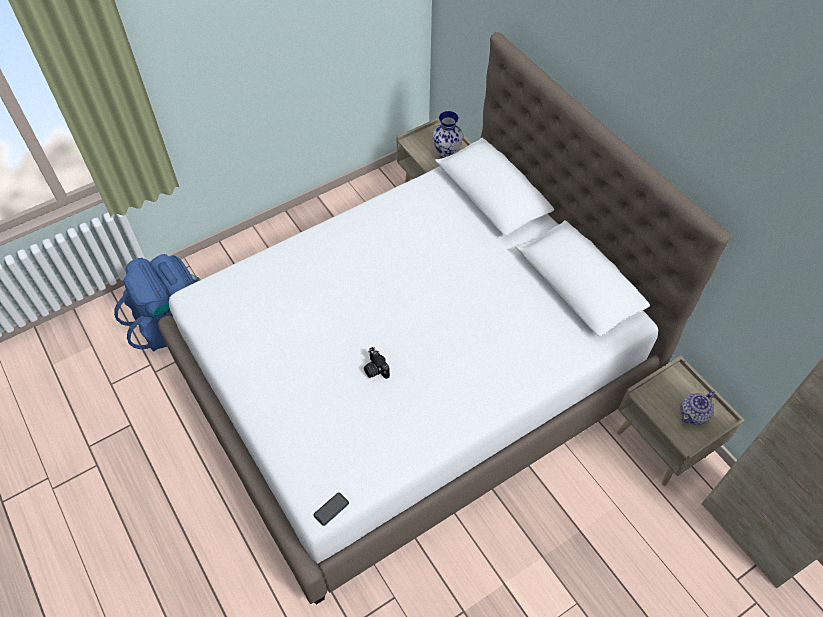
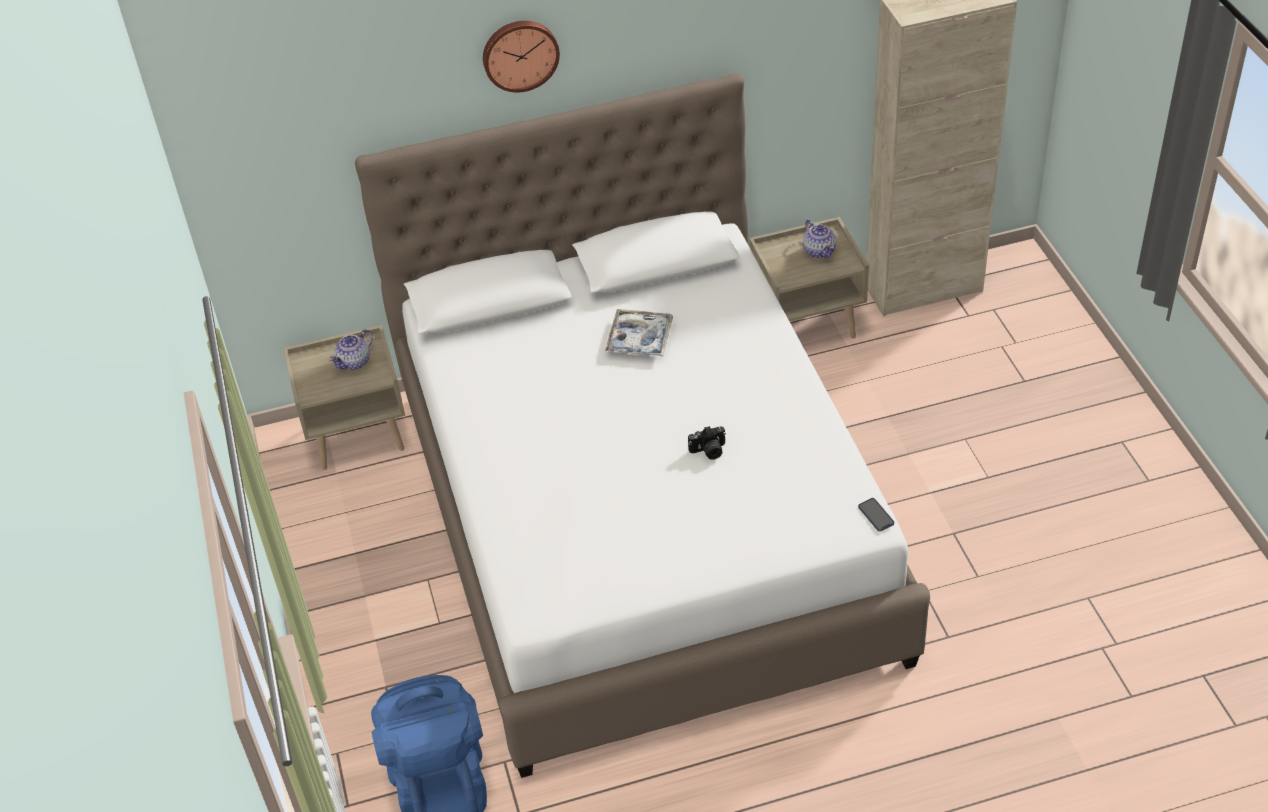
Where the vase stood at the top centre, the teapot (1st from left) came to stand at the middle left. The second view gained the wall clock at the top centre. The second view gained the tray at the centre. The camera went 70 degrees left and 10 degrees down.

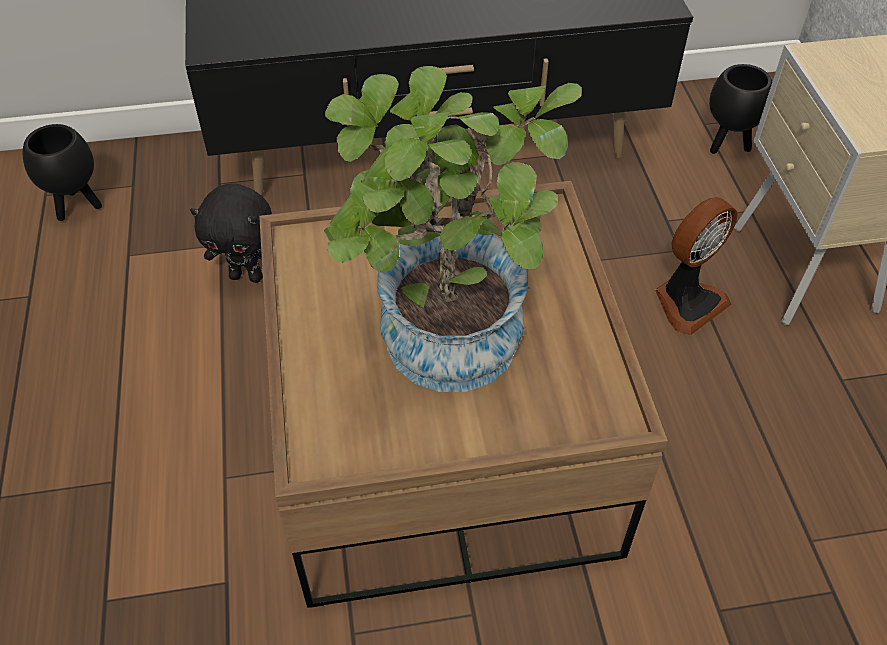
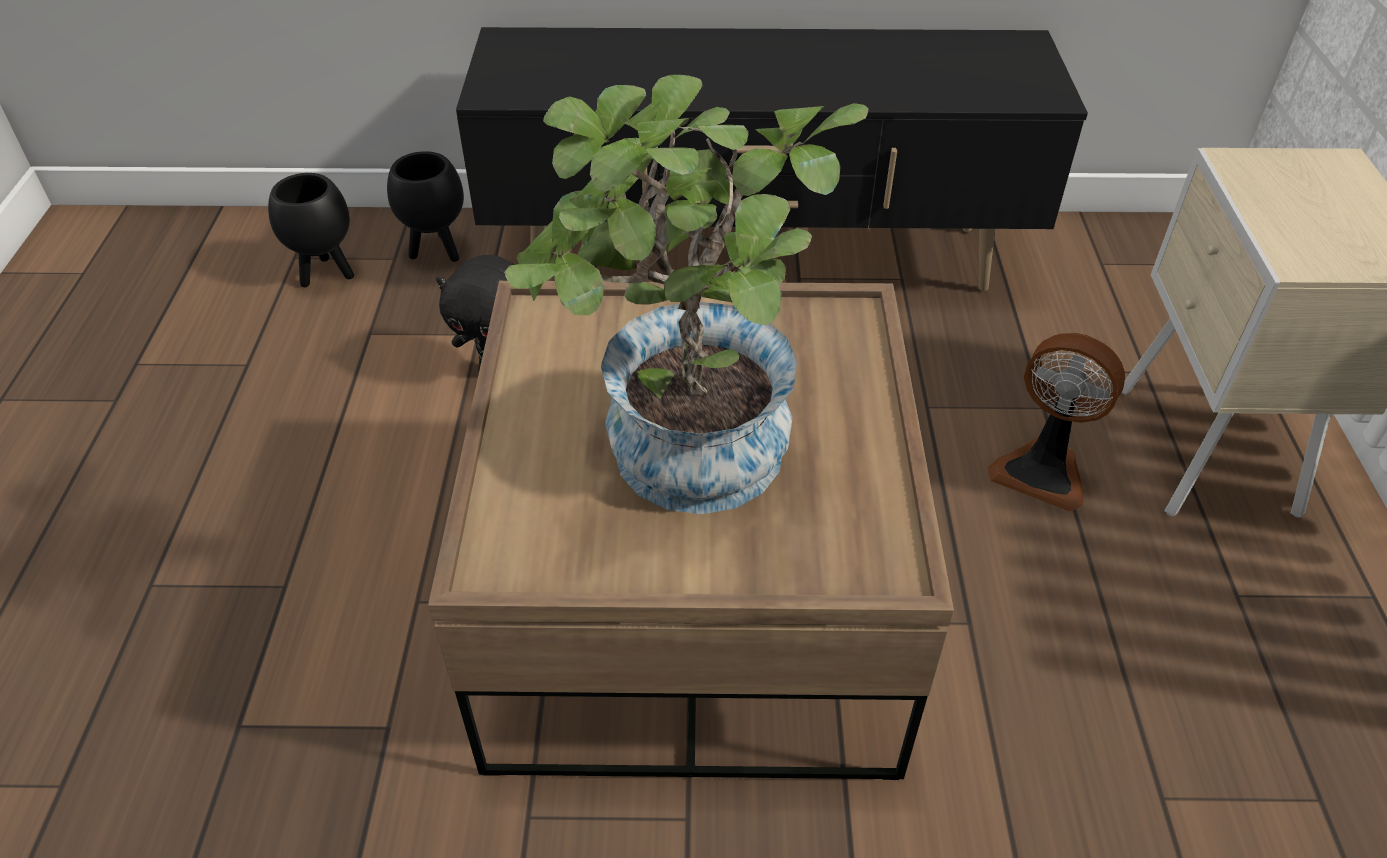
The planter/black (2nd from left) ended up elsewhere, having gone from the top right to the top left. The fan at the middle right ended up facing another way, 60 degrees clockwise from before. The camera went 10 degrees right and 5 degrees down.

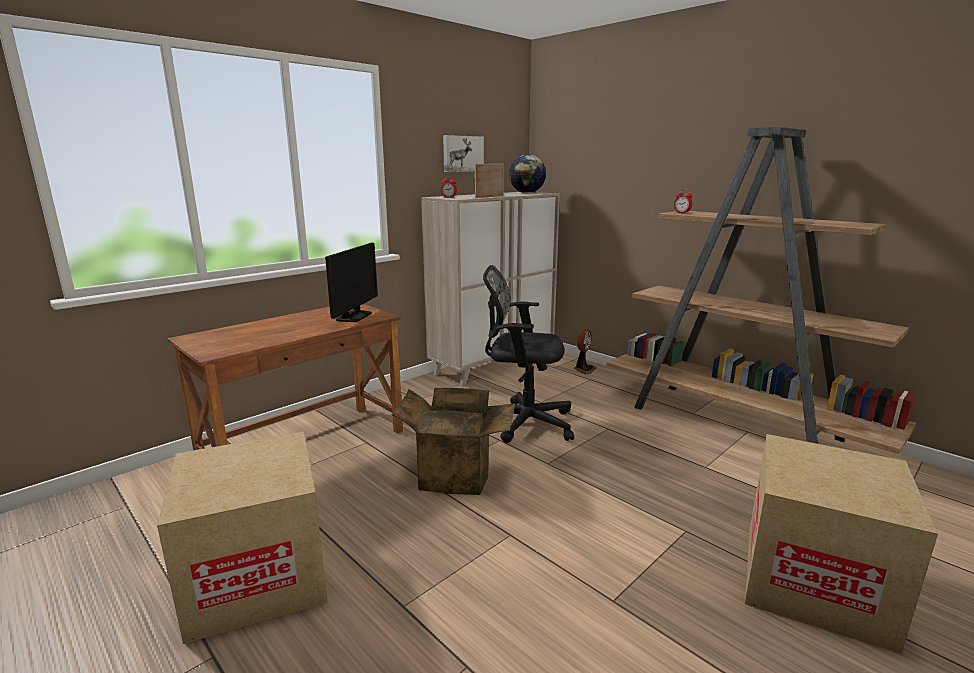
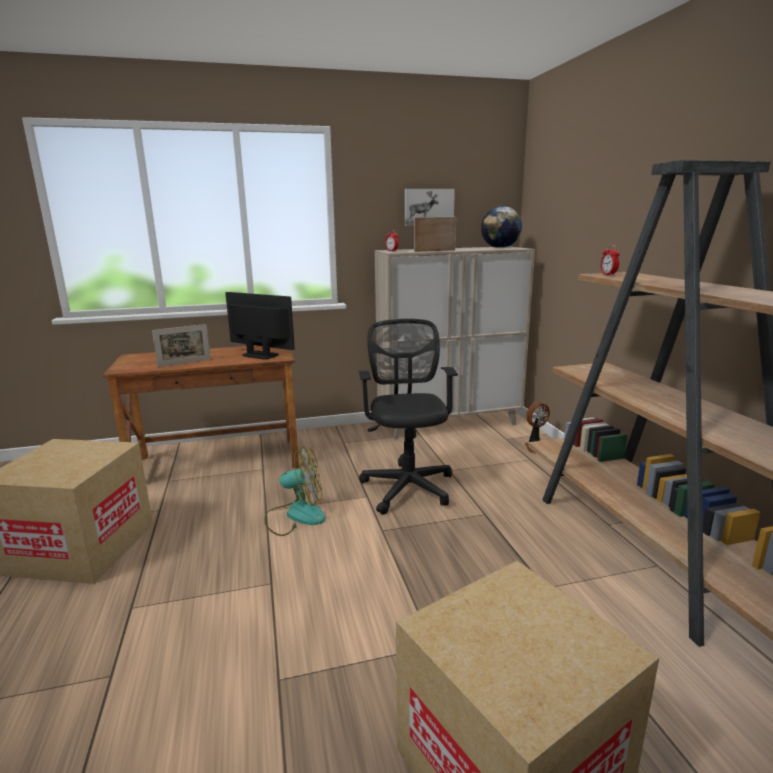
The second view gained the picture frame (1st from left) at the middle left. The monitor at the centre ended up facing another way, 105 degrees counterclockwise from before. Where the cardboard box (2nd from left) stood at the centre, the fan (1st from left) came to stand at the centre. The office chair/black at the centre ended up facing another way, 45 degrees clockwise from before. The camera went 30 degrees right and 0 degrees up.

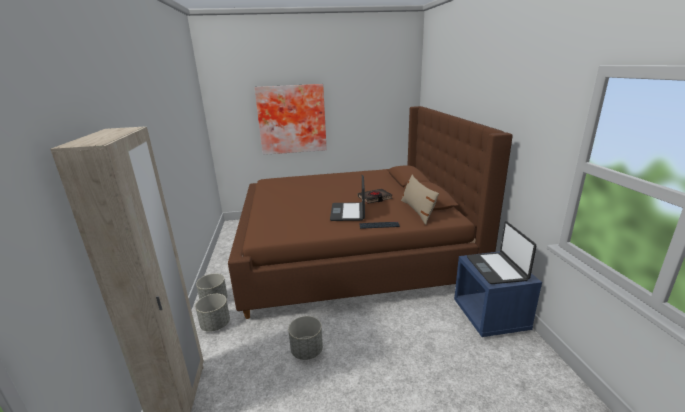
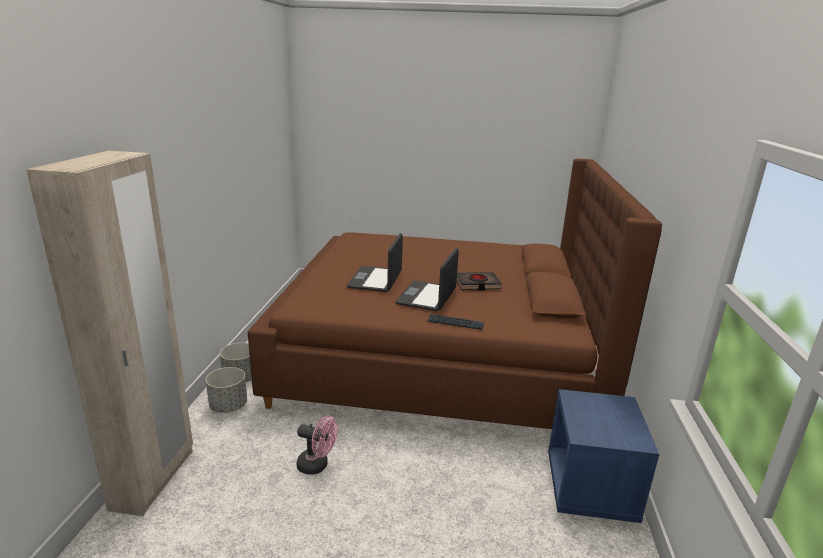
Where the planter/grey (3rd from left) stood at the bottom centre, the fan/pink came to stand at the bottom centre. The laptop (2nd from left in the first image) ended up elsewhere, having gone from the middle right to the centre. The second view lost the picture at the top centre. The second view lost the pillow/beige at the centre. The camera went 15 degrees right and 0 degrees up.

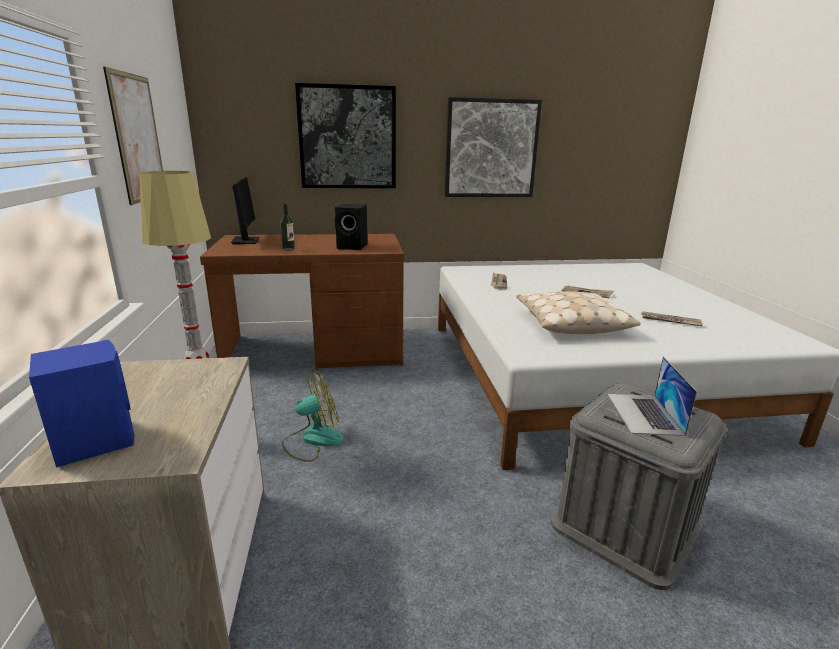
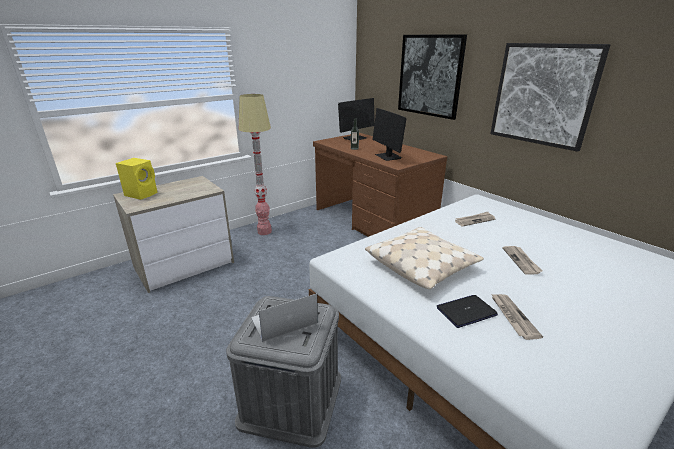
What was the speaker/blue at the middle left turned into the speaker/yellow at the middle left. Where the speaker/black stood at the centre, the monitor (2nd from left) came to stand at the top centre. The second view gained the laptop (2nd from left) at the bottom right. The second view lost the picture (1st from left) at the top left. The second view lost the fan at the centre. The camera went 60 degrees right and 5 degrees up.

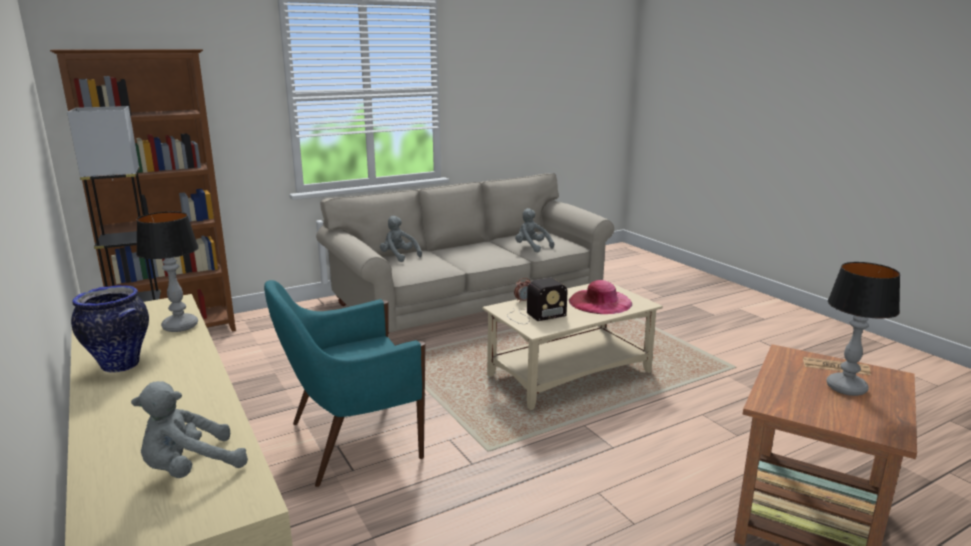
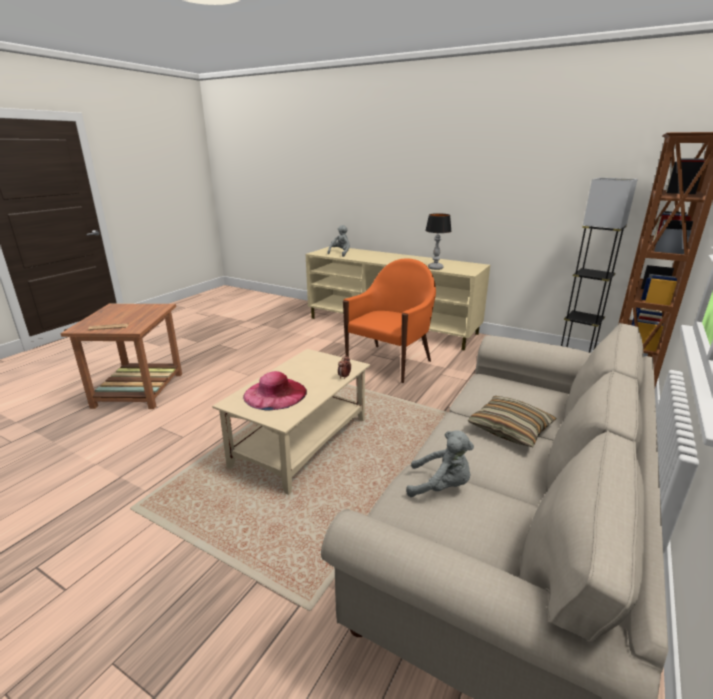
What was the armchair/turquoise at the bottom centre turned into the armchair/orange at the centre. The second view gained the pillow at the middle right. The second view lost the vase at the middle left. The second view lost the plush toy/grey (2nd from left) at the centre. The second view lost the radio at the centre. The second view lost the table lamp (2nd from left) at the middle right. The camera went 150 degrees right and 5 degrees up.

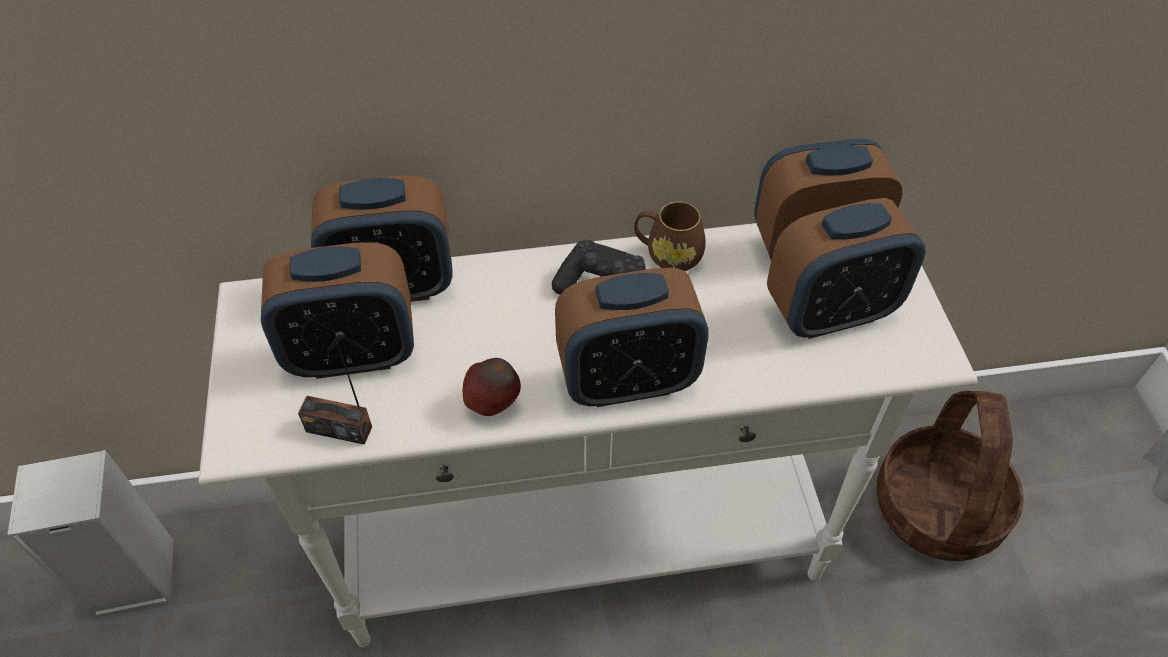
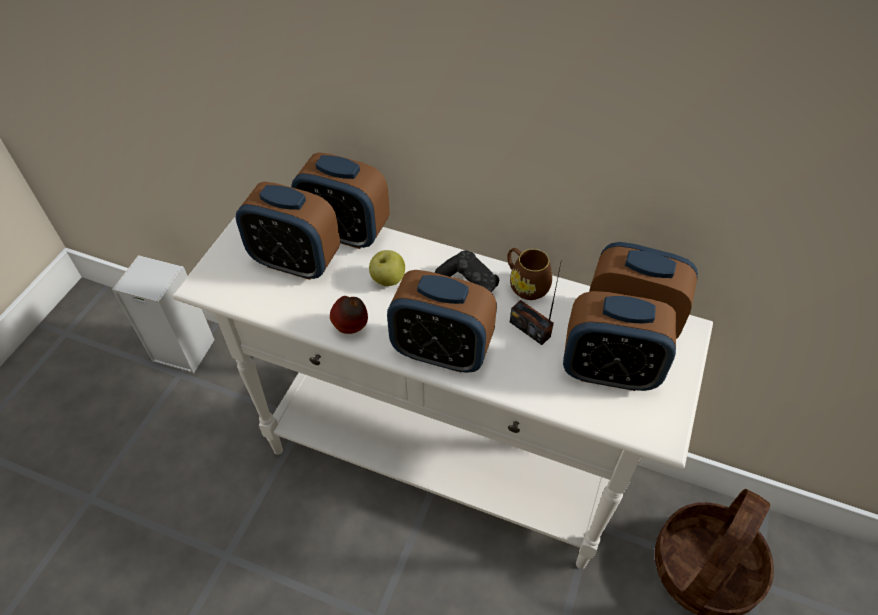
The second view gained the apple (2nd from left) at the centre. The radio ended up elsewhere, having gone from the middle left to the centre. The camera went 30 degrees right and 0 degrees up.

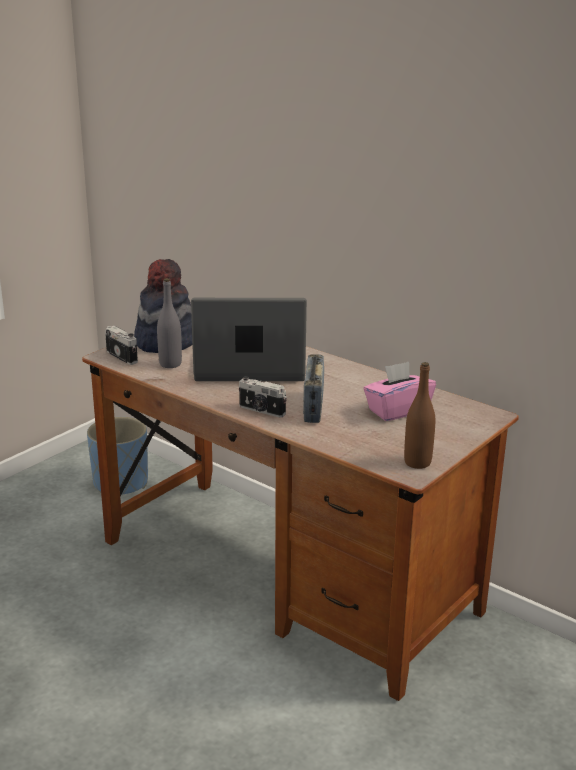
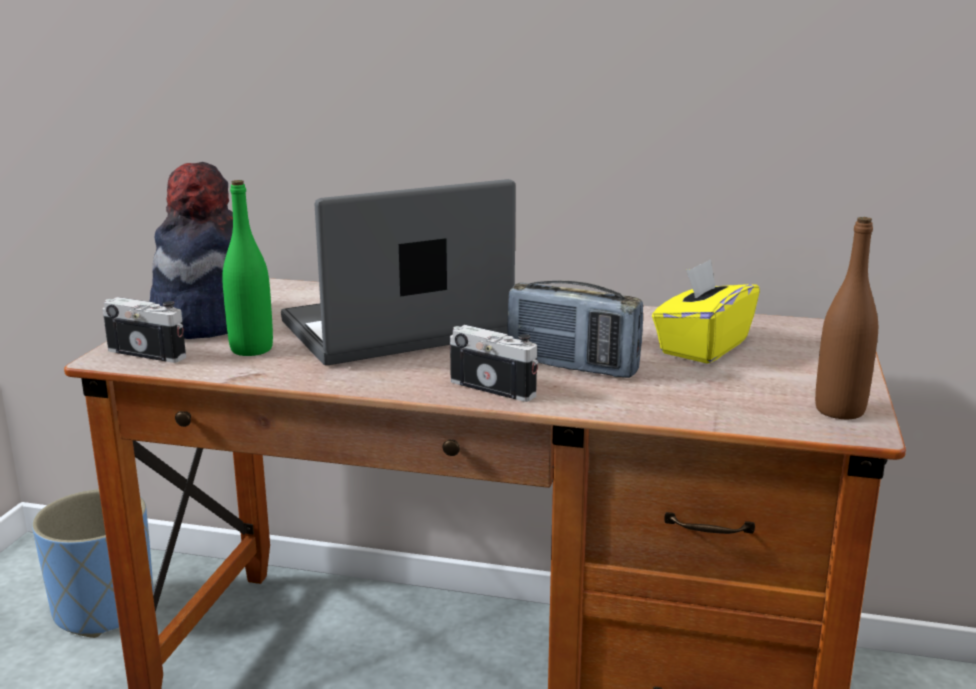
What was the bottle/grey at the middle left turned into the bottle/green at the middle left. The photo camera (2nd from left) at the centre ended up facing another way, 150 degrees counterclockwise from before. The radio at the centre ended up facing another way, 45 degrees counterclockwise from before. What was the tissue box/pink at the middle right turned into the tissue box/yellow at the middle right. The camera went 25 degrees left and 5 degrees down.

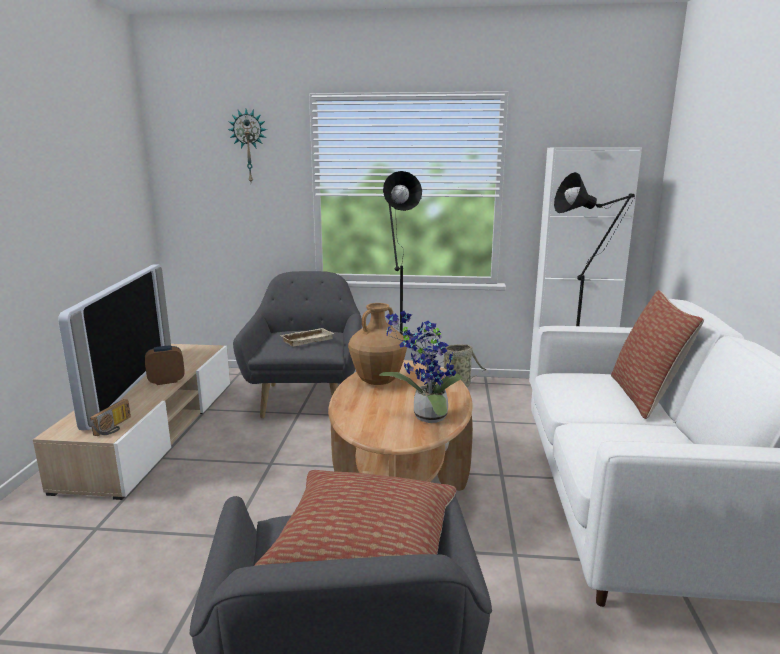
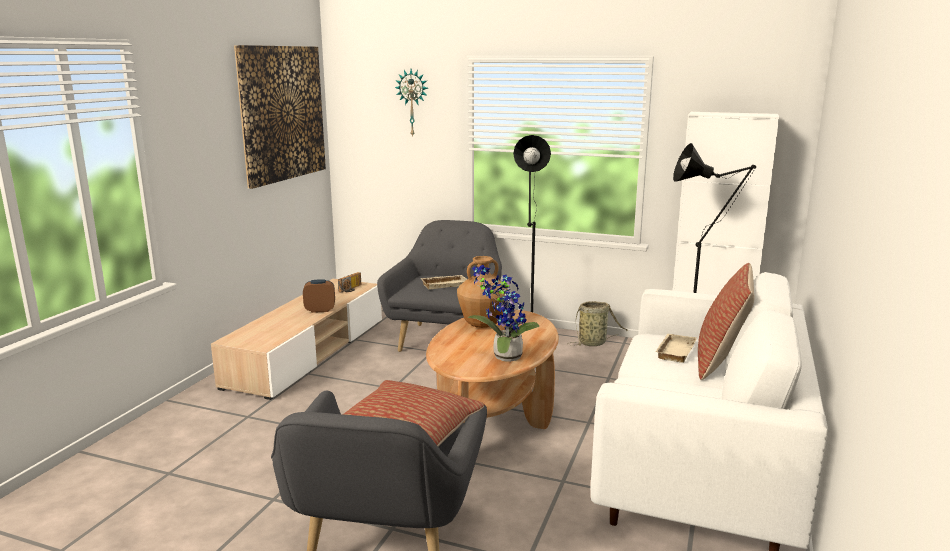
The second view gained the picture at the top left. The radio ended up elsewhere, having gone from the middle left to the centre. The second view gained the tray/beige (2nd from left) at the middle right. The second view lost the television at the middle left. The camera went 15 degrees right and 0 degrees up.

